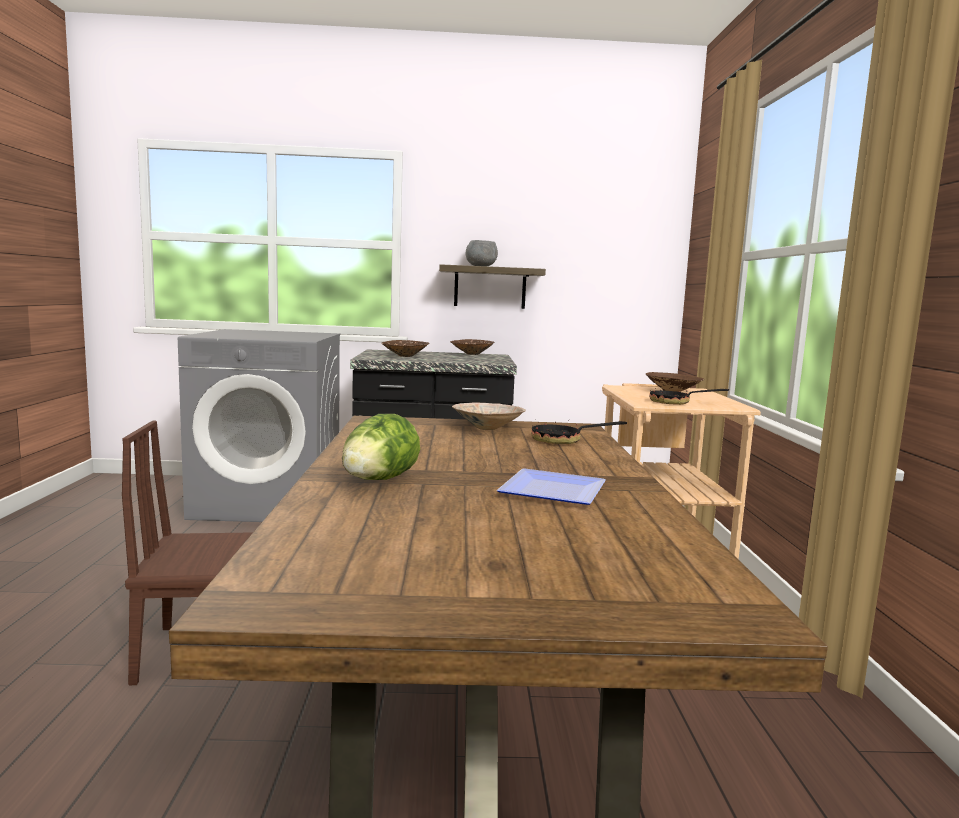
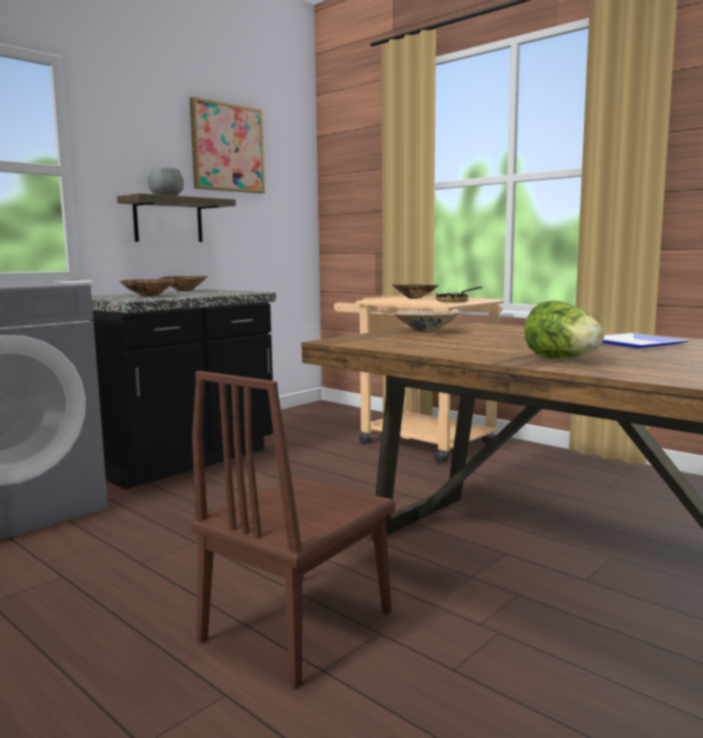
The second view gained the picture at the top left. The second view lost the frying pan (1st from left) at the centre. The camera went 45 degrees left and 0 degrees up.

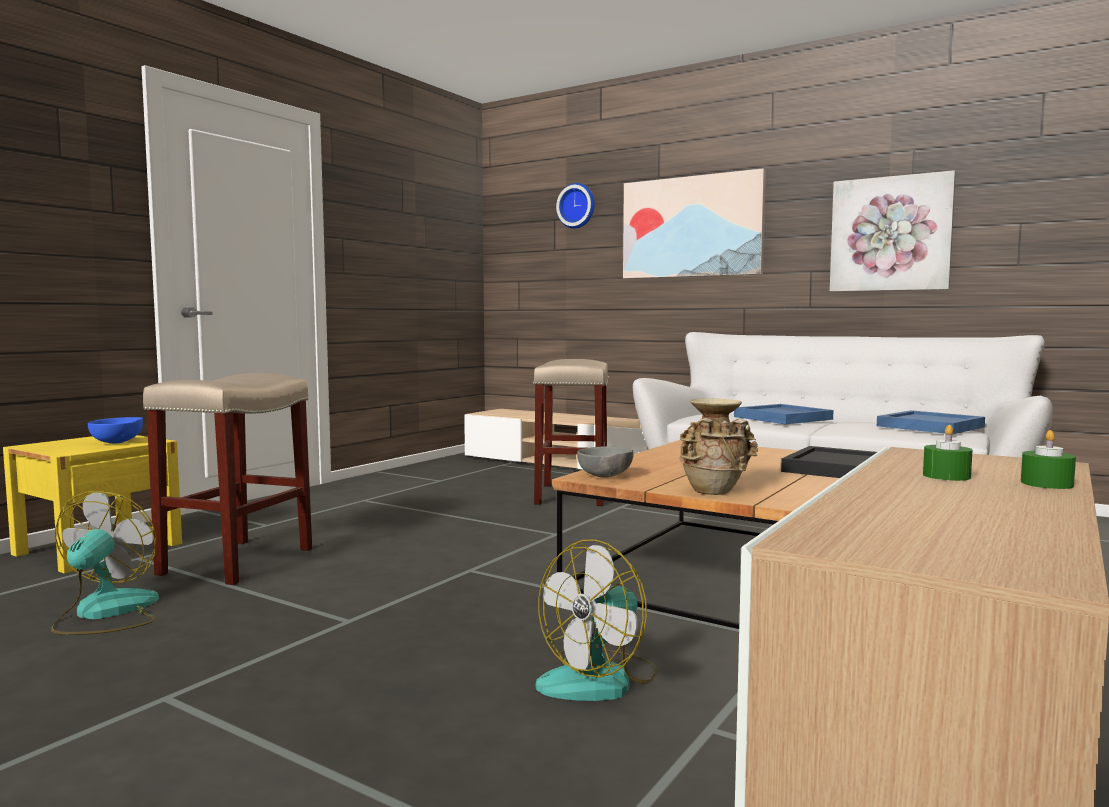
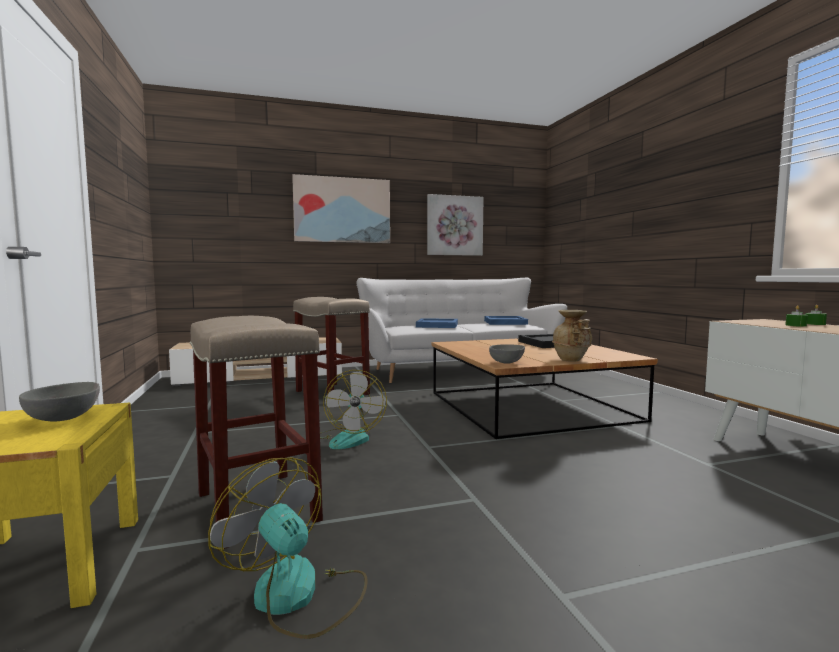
What was the bowl/blue at the middle left turned into the bowl/grey (1st from left) at the middle left. The fan (2nd from left) ended up elsewhere, having gone from the bottom centre to the centre. The second view lost the wall clock at the top centre. The camera went 50 degrees left and 0 degrees up.

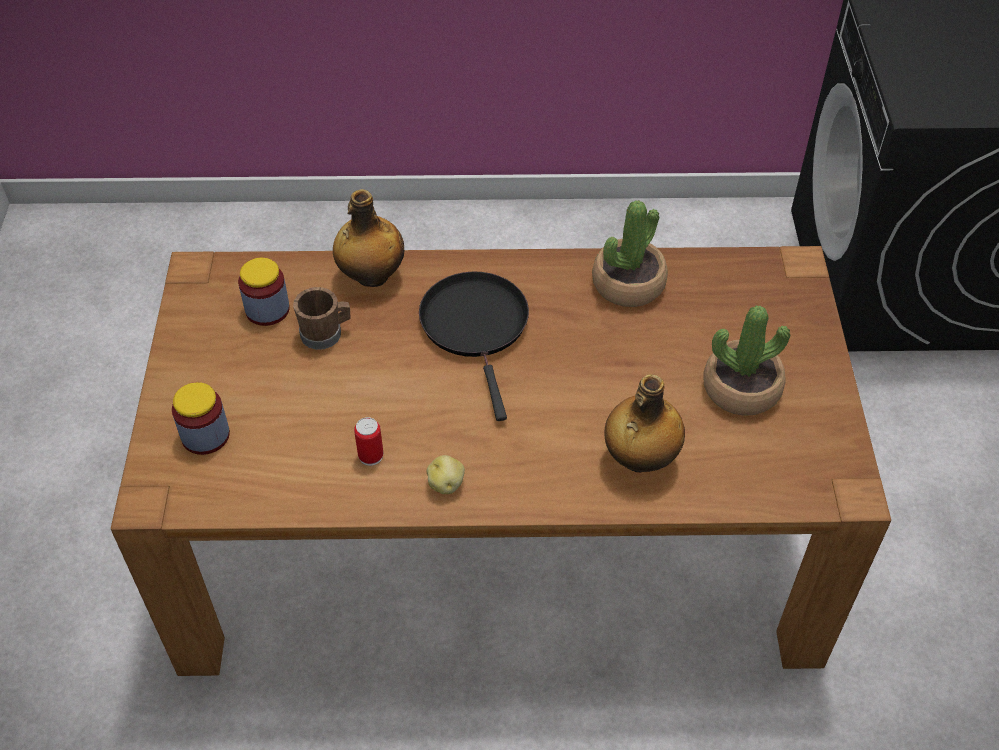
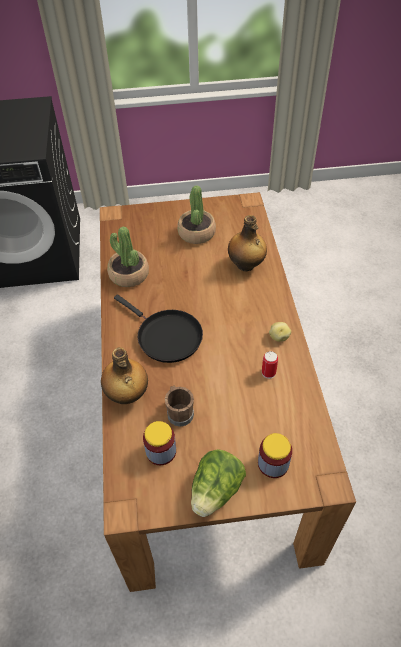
The frying pan/black at the centre ended up facing another way, 120 degrees counterclockwise from before. The second view gained the lettuce at the bottom centre. The camera went 95 degrees left and 0 degrees up.

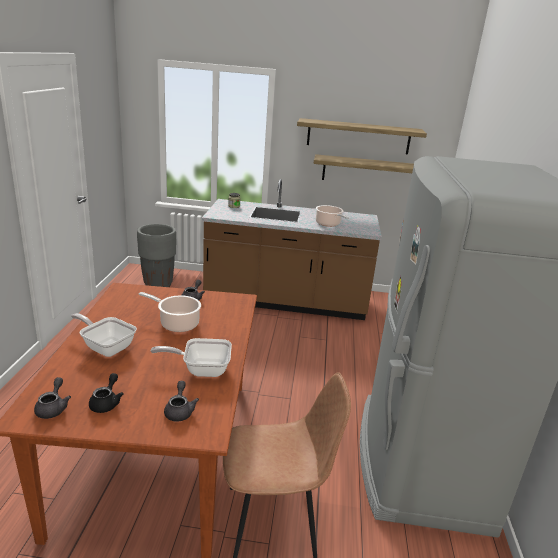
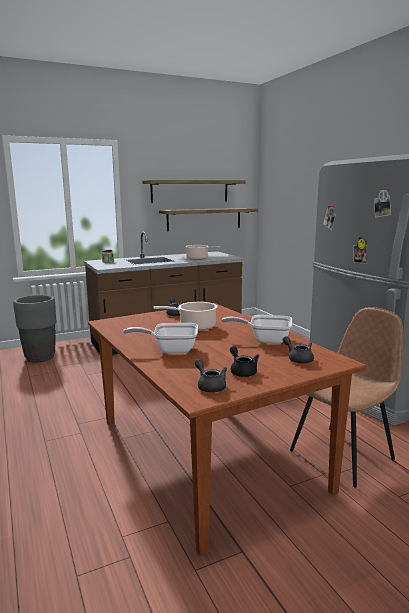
The frying pan (2nd from left) at the centre ended up facing another way, 45 degrees clockwise from before. The camera went 30 degrees left and 10 degrees down.

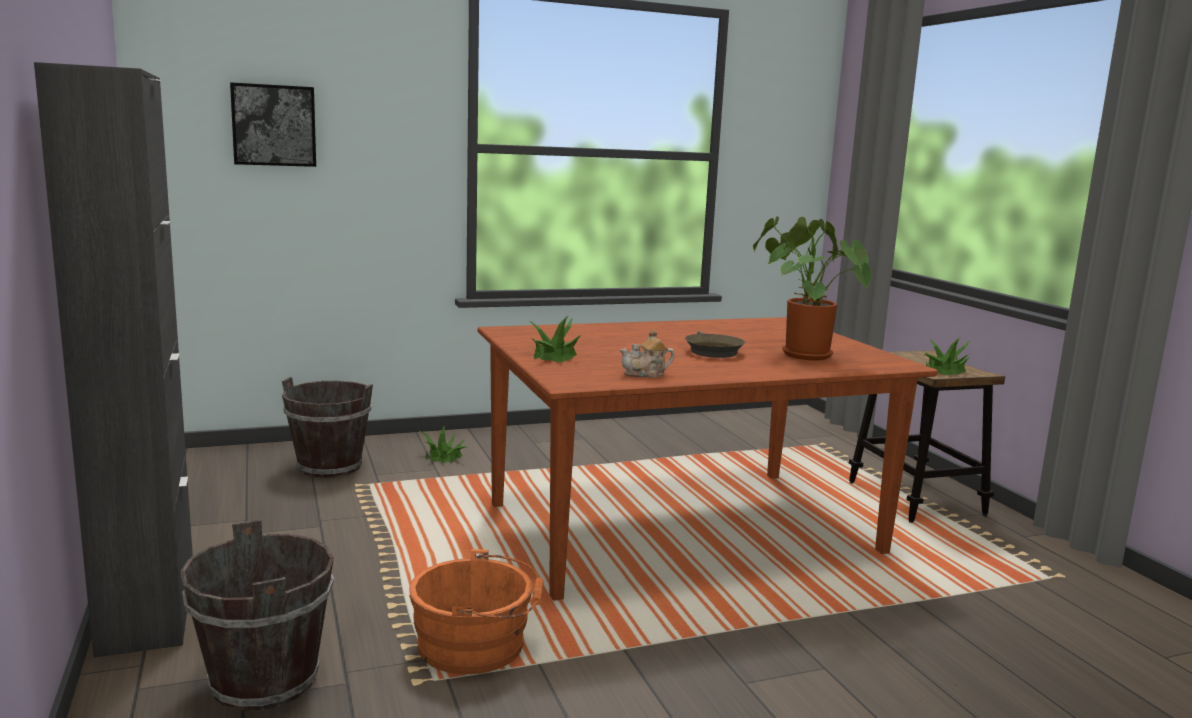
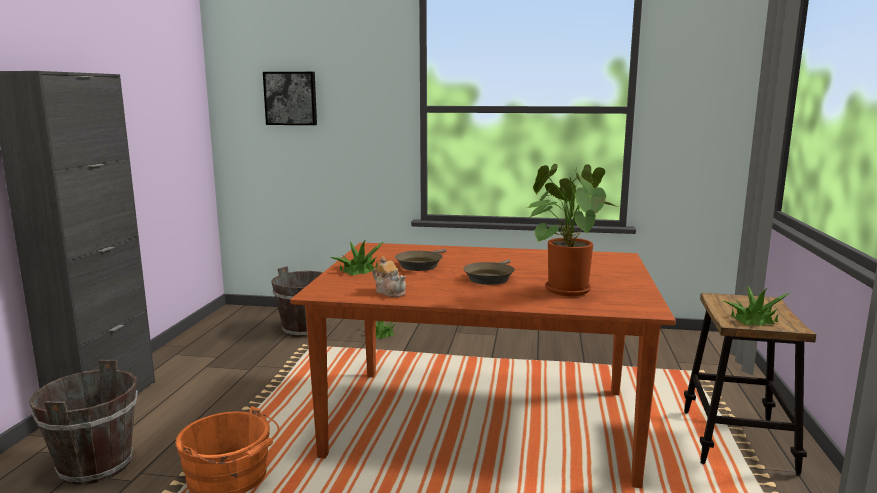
The teapot at the centre ended up facing another way, 150 degrees counterclockwise from before. The second view gained the frying pan/brown (1st from left) at the centre. The camera went 30 degrees right and 0 degrees up.

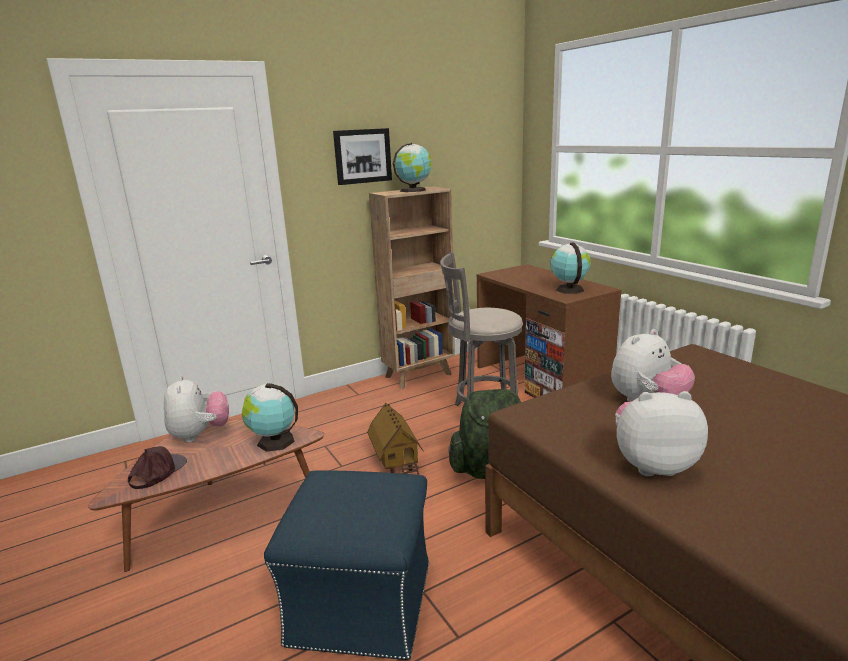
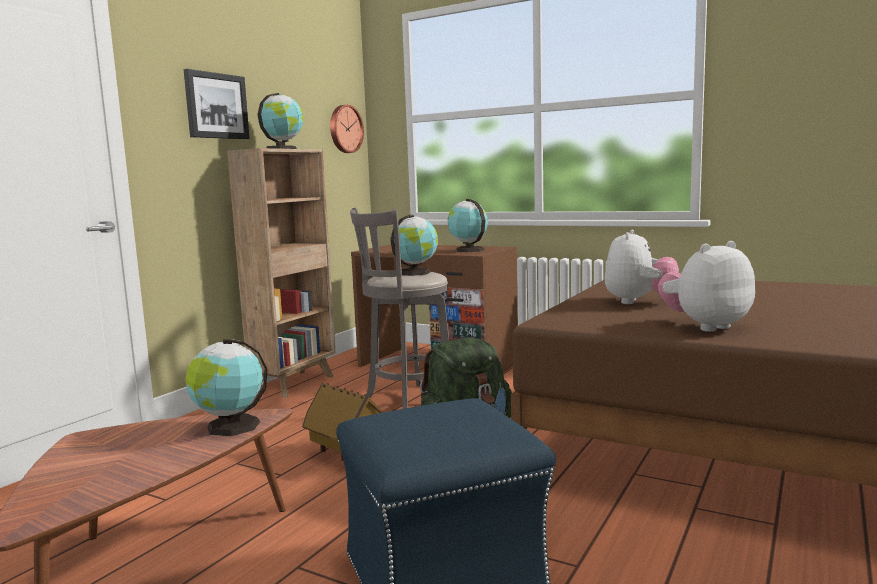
The second view gained the wall clock at the top centre. The second view gained the globe (3rd from left) at the centre. The second view lost the cap/brown at the bottom left. The second view lost the plush toy (1st from left) at the middle left. The camera went 30 degrees left and 10 degrees down.

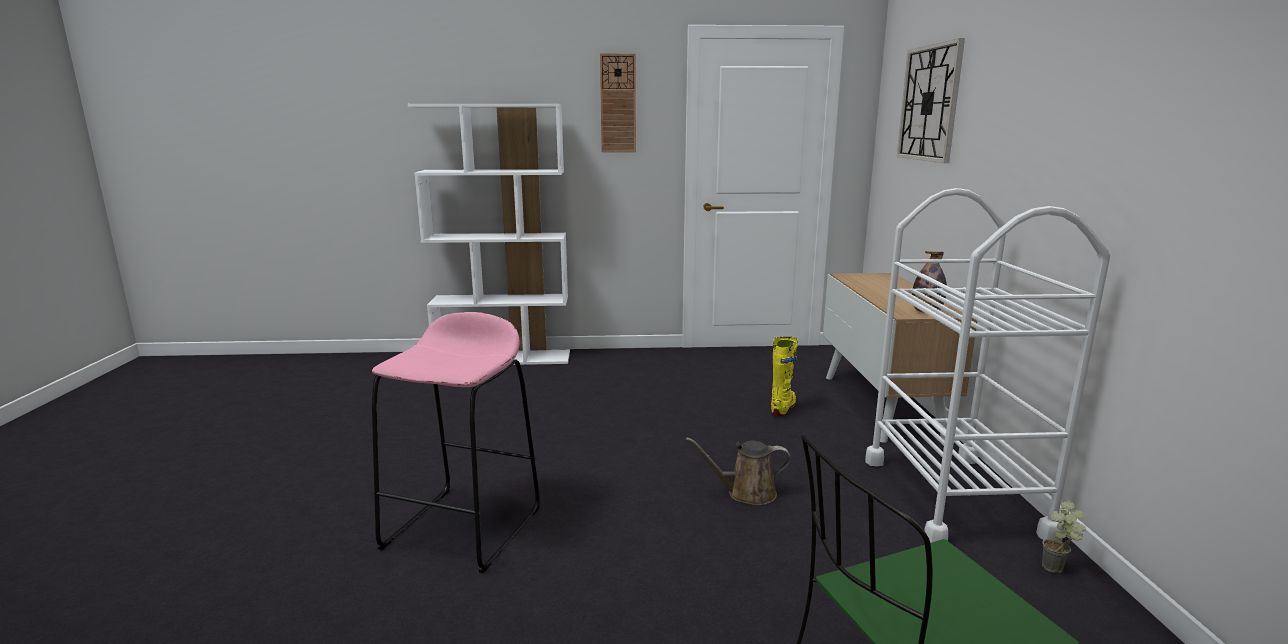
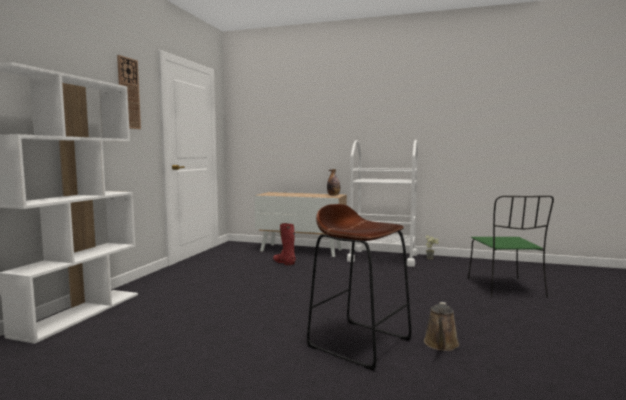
What was the boot/yellow at the centre turned into the boot/red at the centre. What was the stool/pink at the bottom centre turned into the stool/brown at the bottom centre. The watering can/brown ended up elsewhere, having gone from the bottom centre to the bottom right. The second view lost the wall clock (2nd from left) at the top right. The camera went 70 degrees left and 10 degrees down.

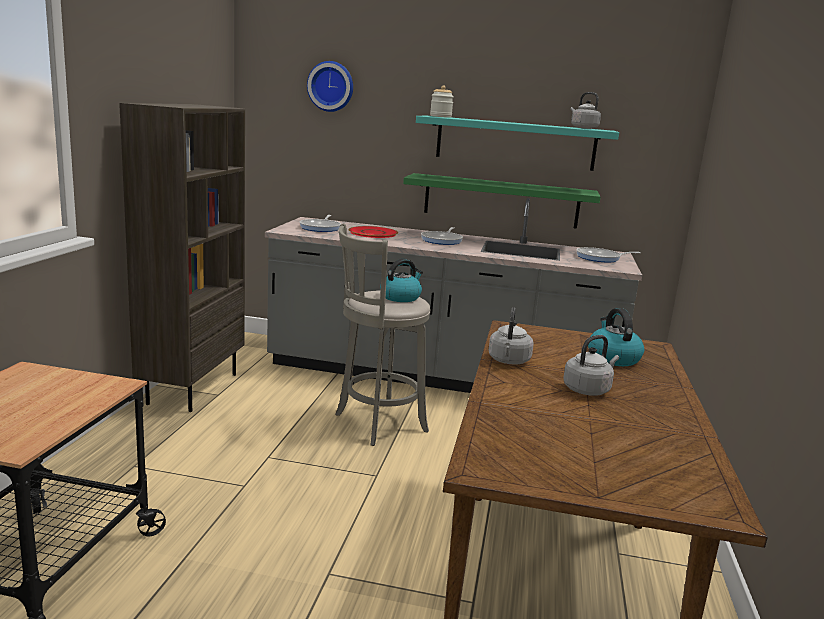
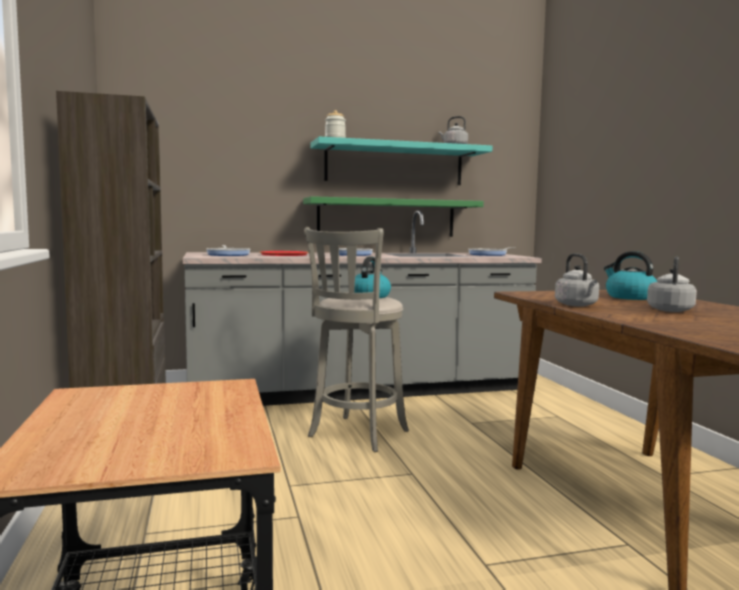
The second view lost the wall clock at the top centre. The camera went 25 degrees left and 10 degrees down.

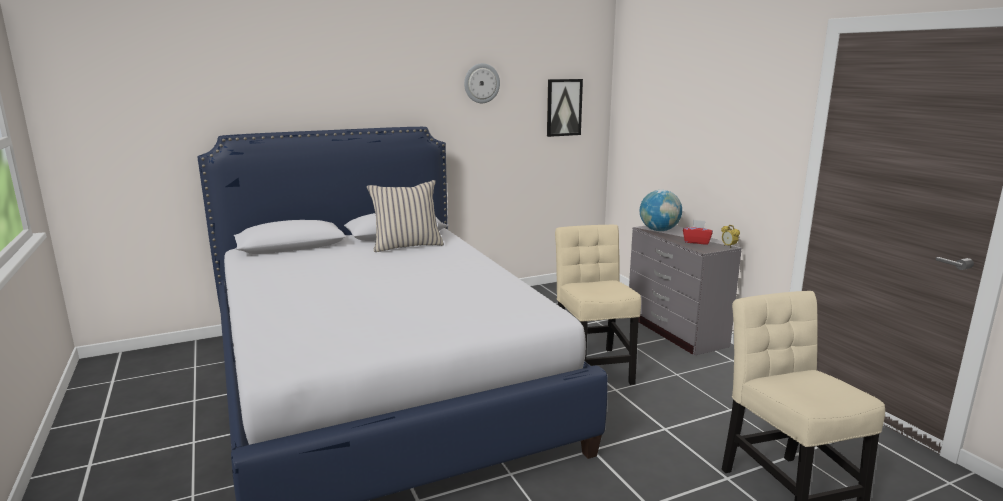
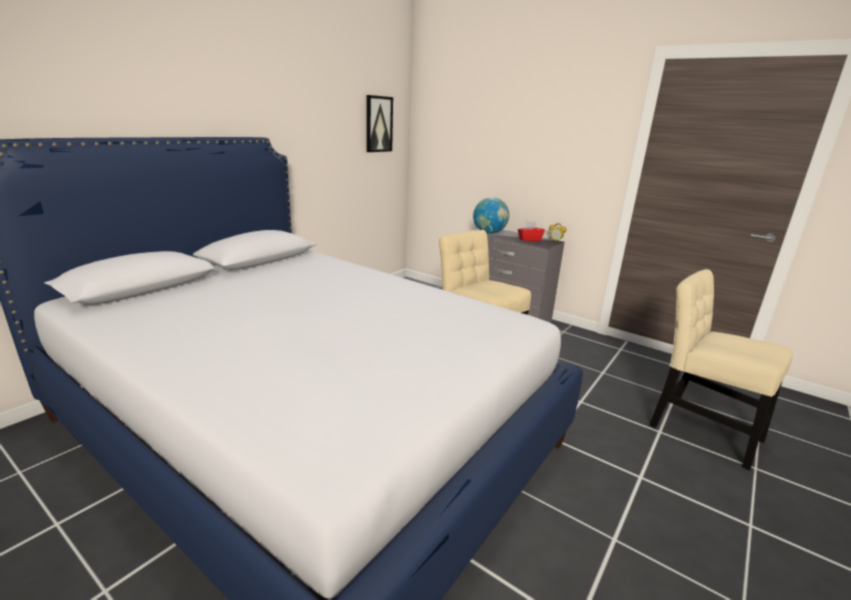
The second view lost the pillow/beige at the centre. The second view lost the wall clock at the top centre. The camera went 30 degrees left and 5 degrees up.

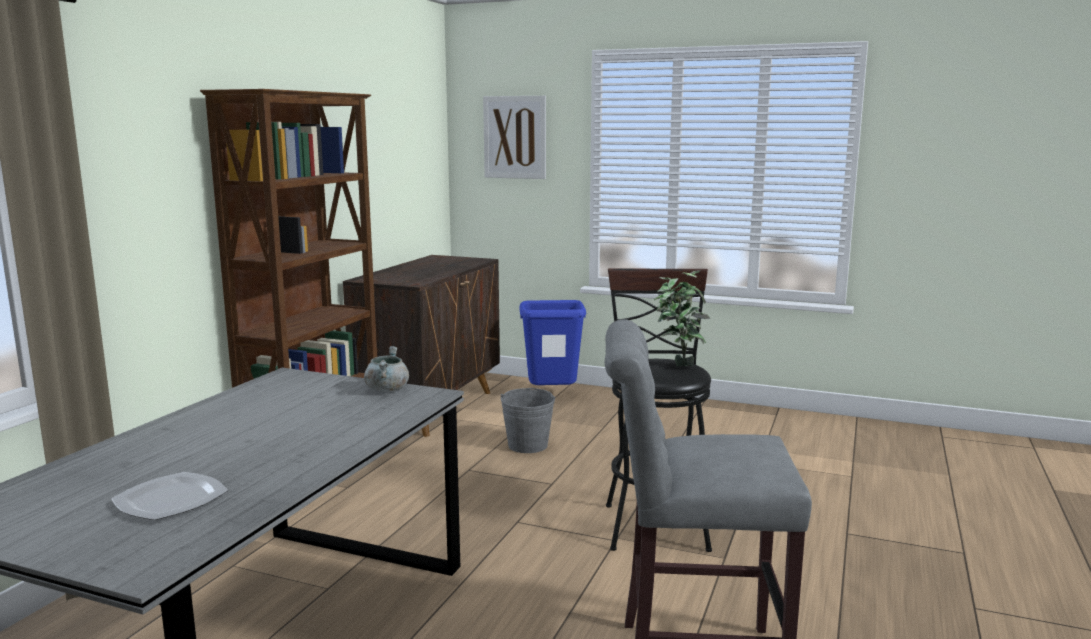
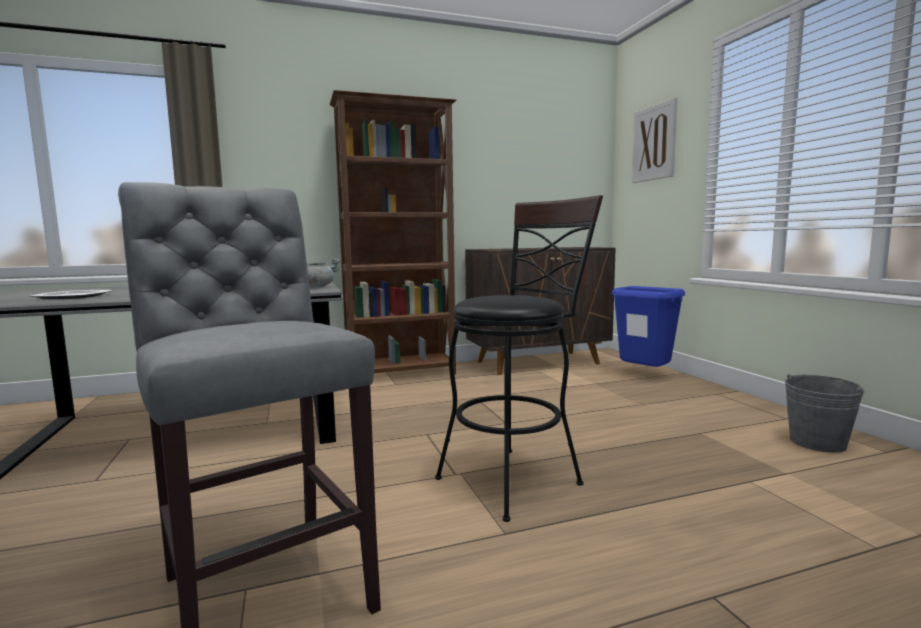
The bucket/grey ended up elsewhere, having gone from the centre to the middle right. The second view lost the potted plant at the centre. The camera went 50 degrees right and 5 degrees down.

